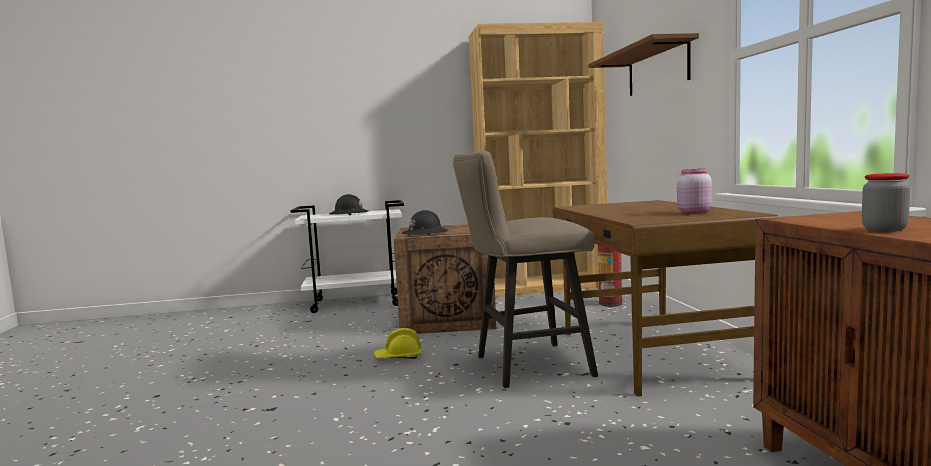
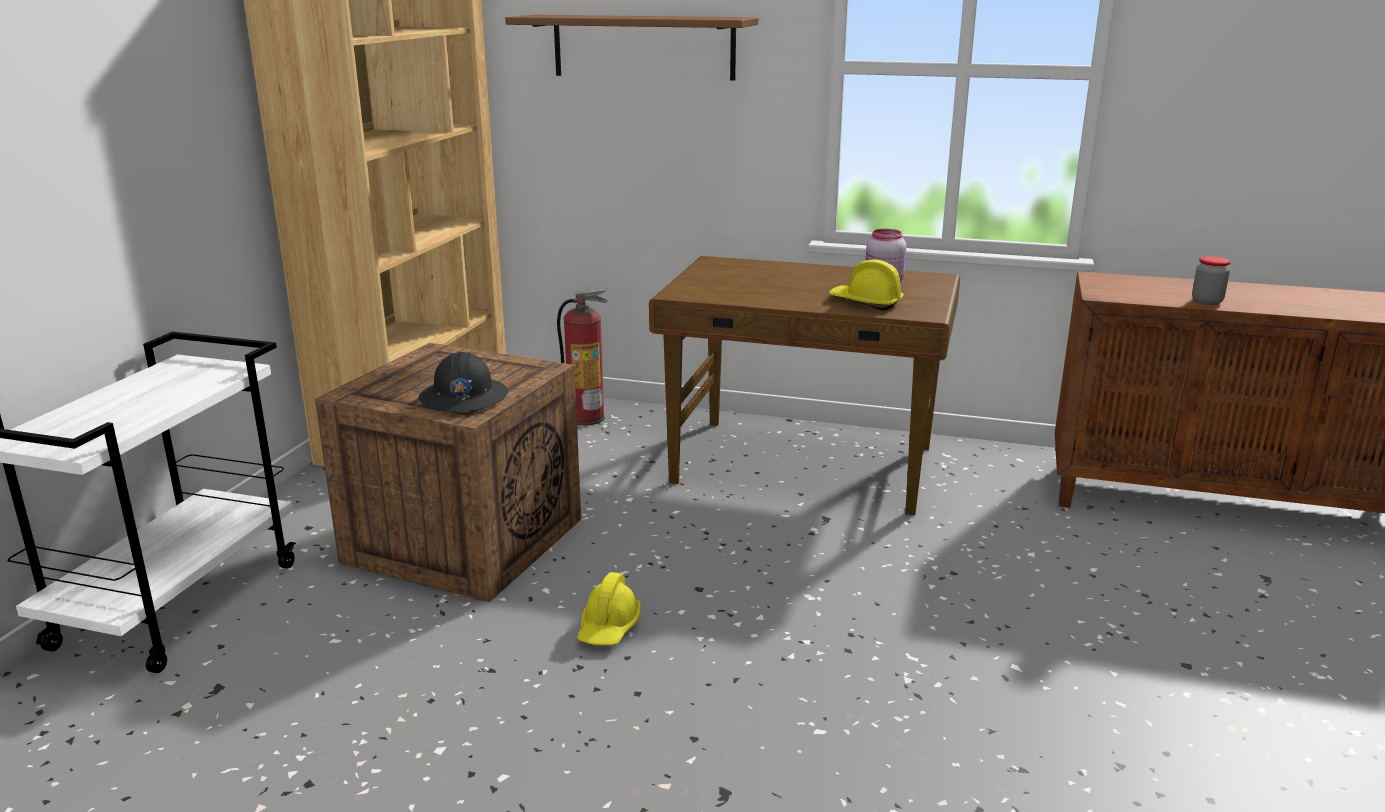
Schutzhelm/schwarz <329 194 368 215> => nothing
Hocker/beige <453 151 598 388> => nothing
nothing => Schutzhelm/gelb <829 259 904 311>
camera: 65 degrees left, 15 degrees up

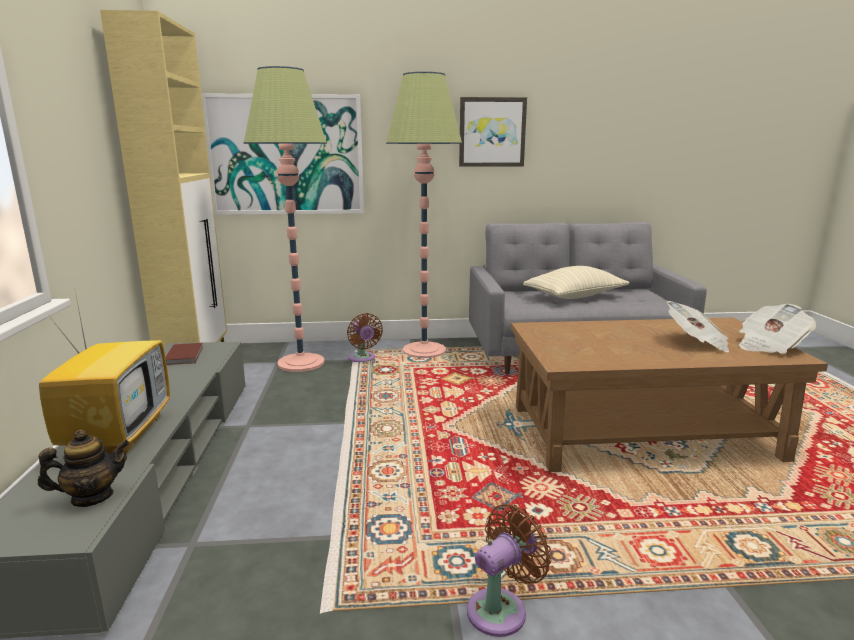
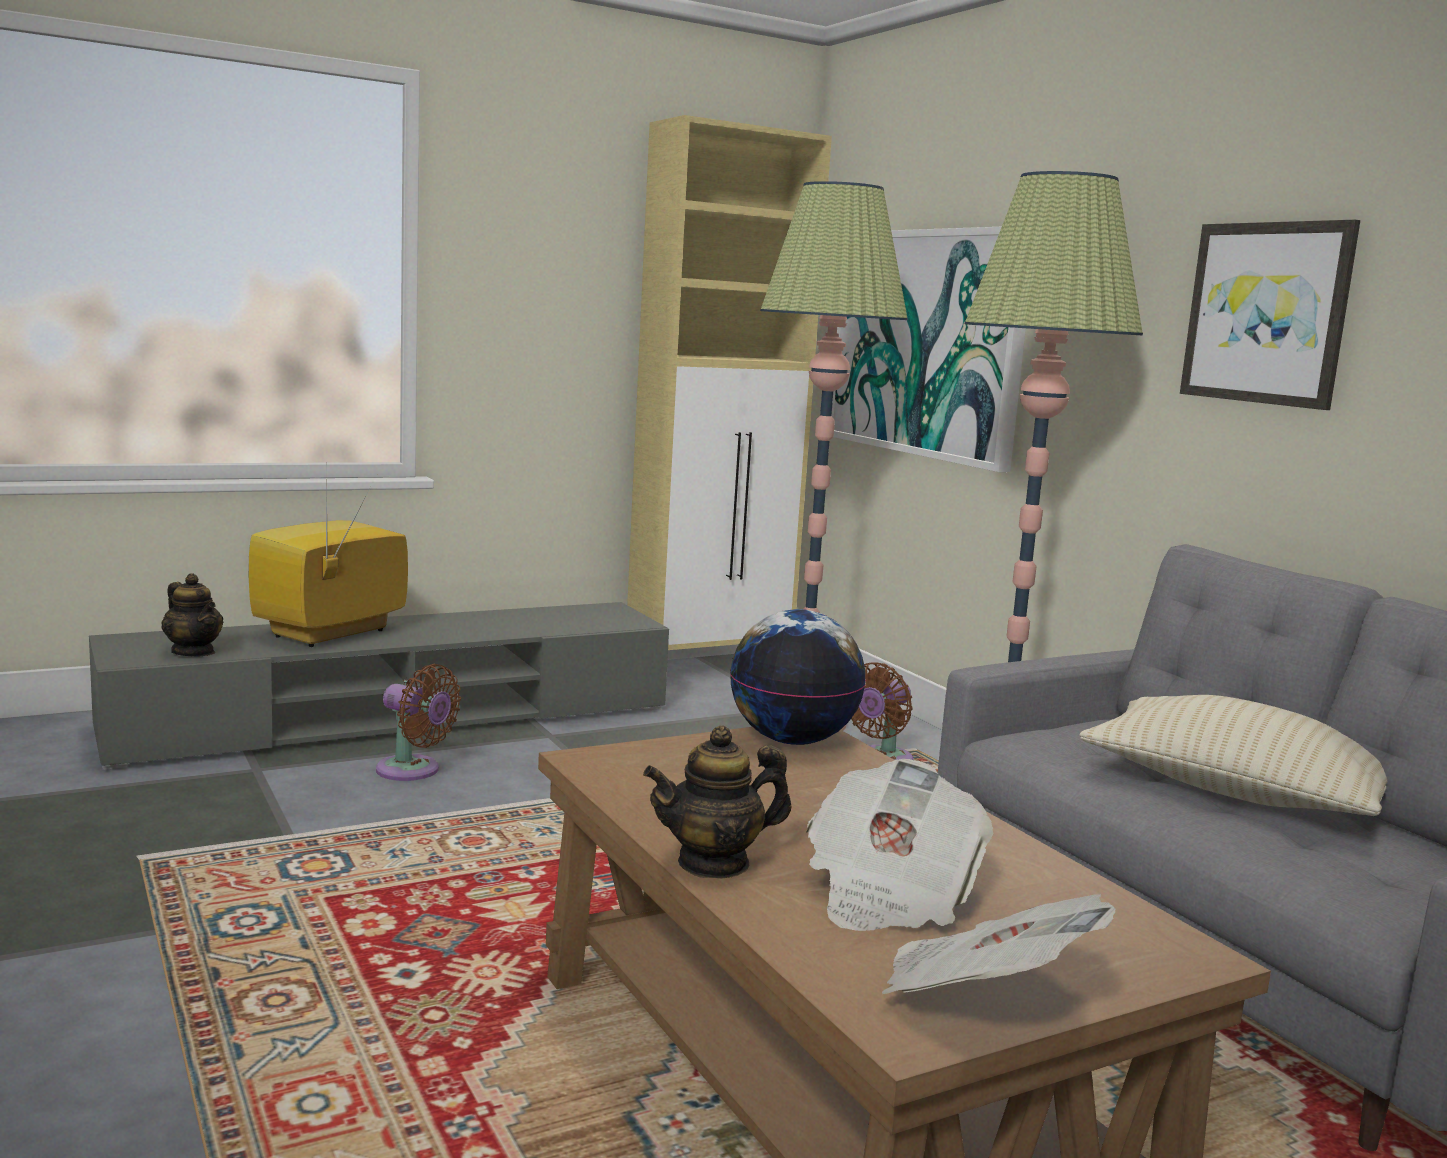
Buch/braun <165 343 204 365> => nothing
nothing => Teekanne <643 726 791 879>
nothing => Globus <730 609 866 745>
Ventilator/braun <467 504 552 637> => Ventilator/braun <376 664 461 781>, relocated
Fernseher <39 286 170 454> => Fernseher <249 471 408 647>, 150 degrees clockwise
camera: 65 degrees right, 5 degrees down

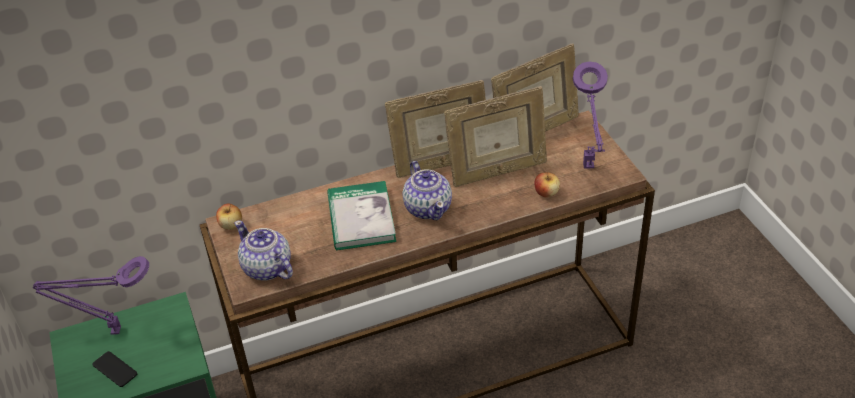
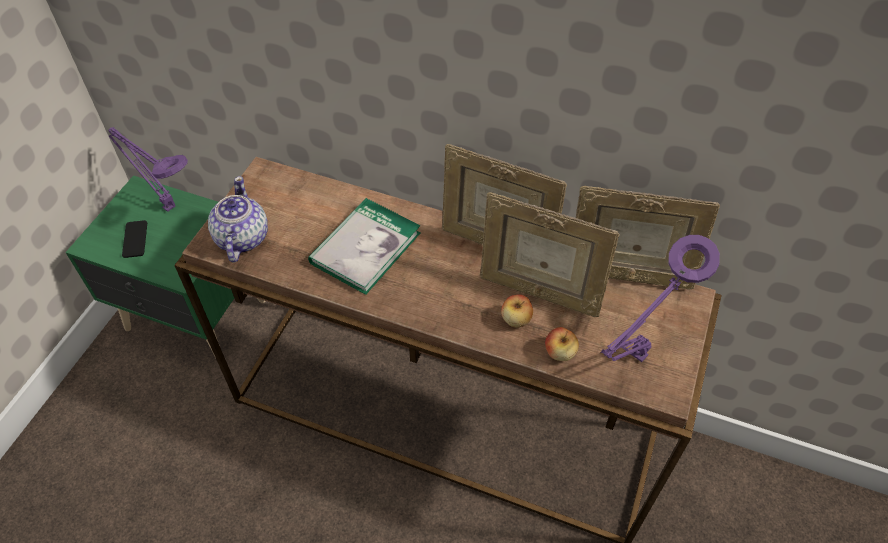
Teekanne <403 161 452 220> => nothing
Apfel <216 204 242 230> => Apfel <501 294 533 328>, relocated
camera: 40 degrees right, 10 degrees up

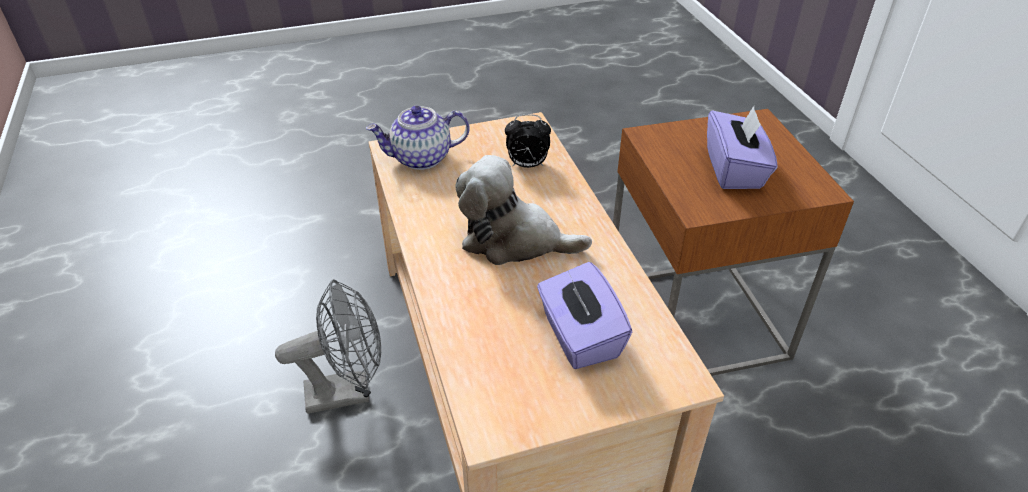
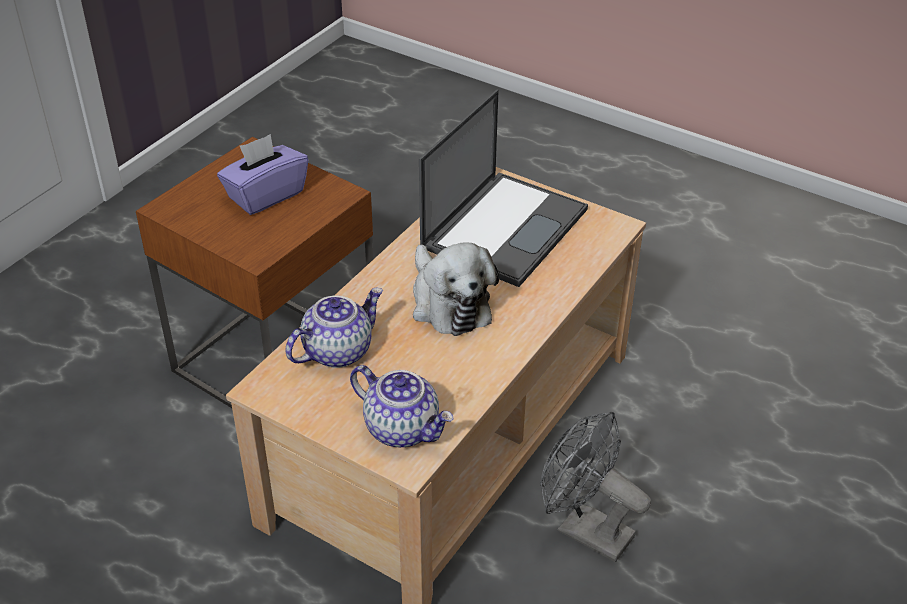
Wecker <505 114 551 168> => Teekanne <285 288 383 368>
Taschentuchbox/lila <537 262 632 369> => Laptop <419 89 588 287>
camera: 130 degrees left, 0 degrees up

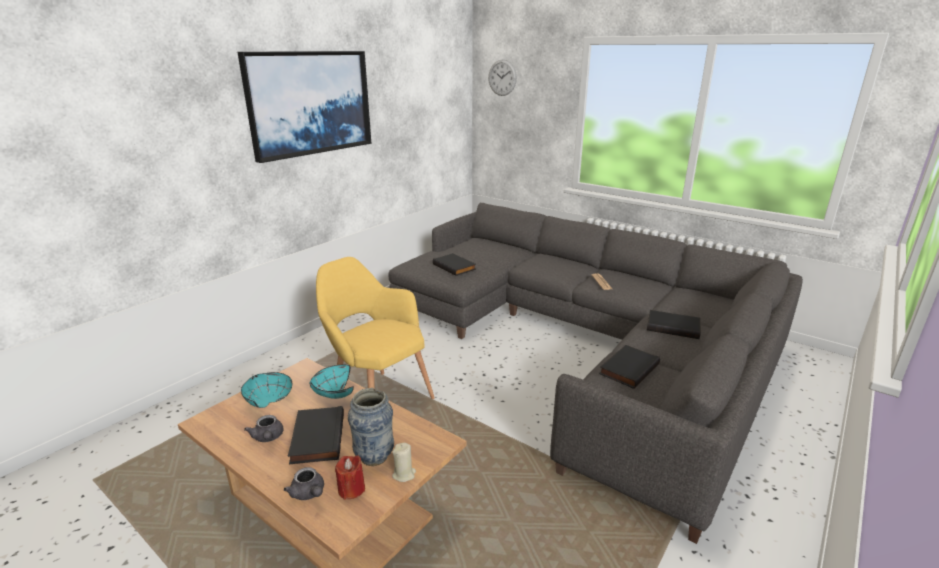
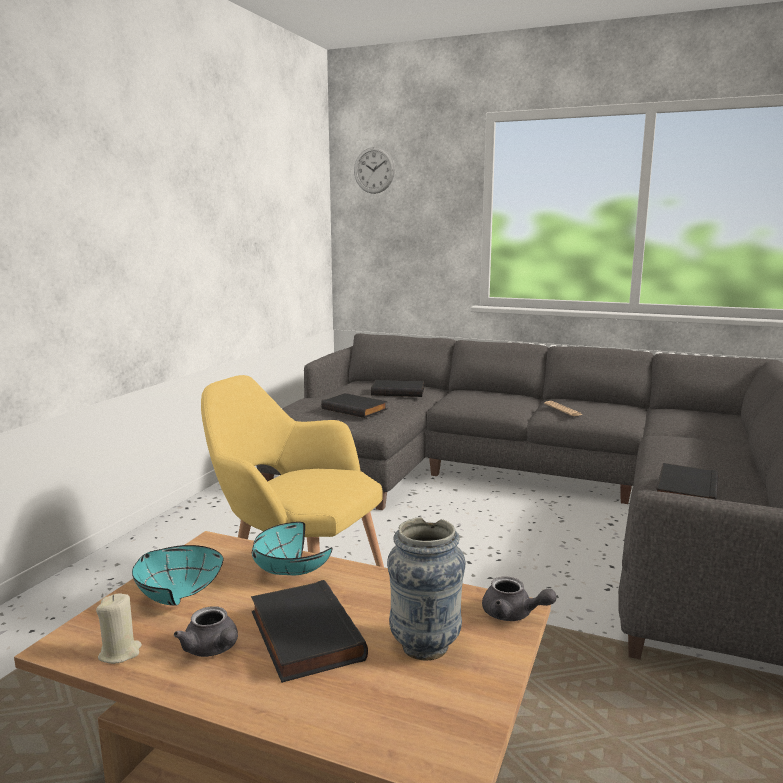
Bild <238 51 371 163> => nothing
Kerze/rot <335 455 365 500> => nothing
Teekanne/grau <284 467 324 500> => Teekanne/grau <482 577 557 621>, relocated
Kerze/beige <392 443 416 482> => Kerze/beige <96 593 142 664>, relocated
Buch/schwarz <647 310 701 339> => Buch/schwarz <371 380 424 397>, relocated
camera: 15 degrees left, 10 degrees down

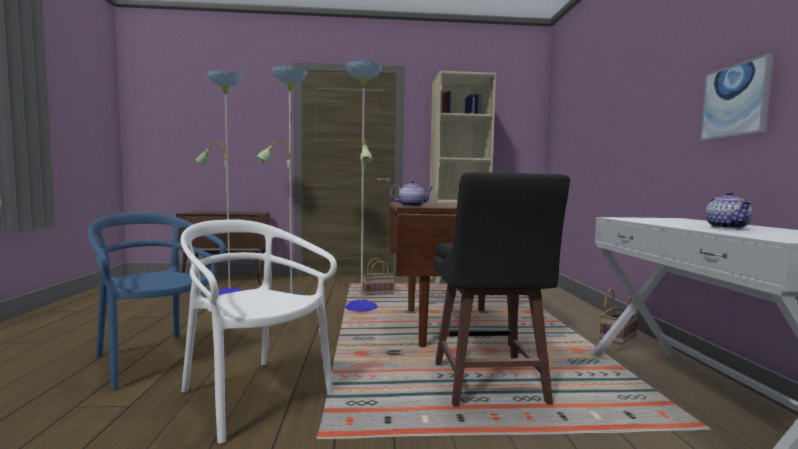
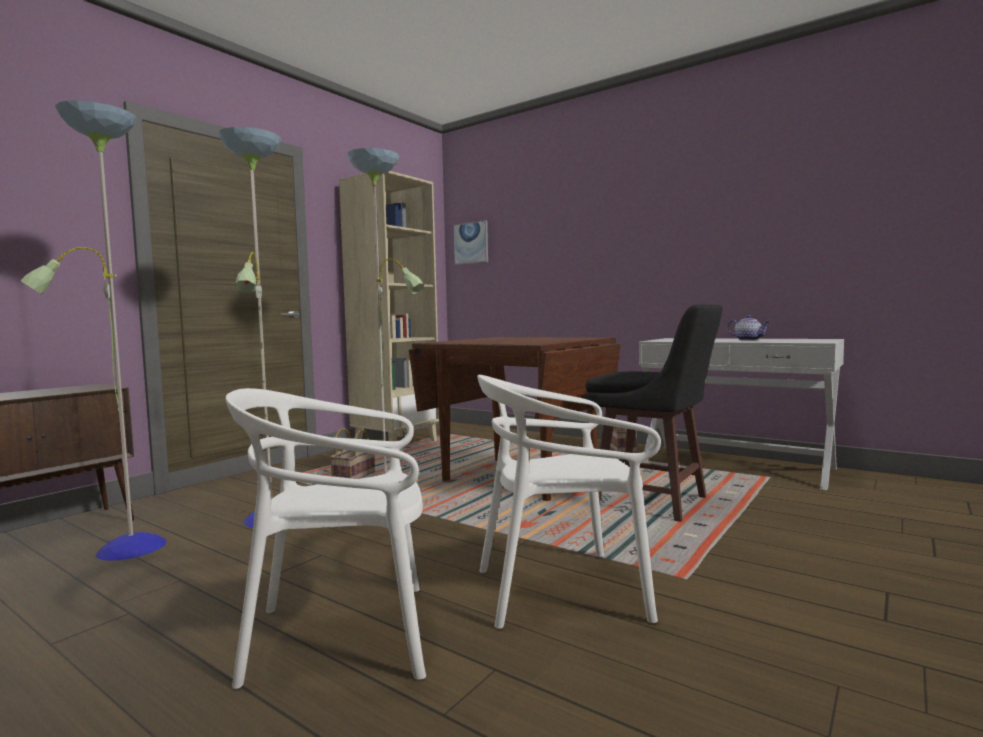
Teekanne <390 180 433 207> => nothing
Bild <700 53 774 141> => Bild <454 220 488 265>, relocated
Stuhl/blau <88 212 226 390> => Stuhl/weiß <226 388 426 689>
camera: 50 degrees left, 0 degrees up

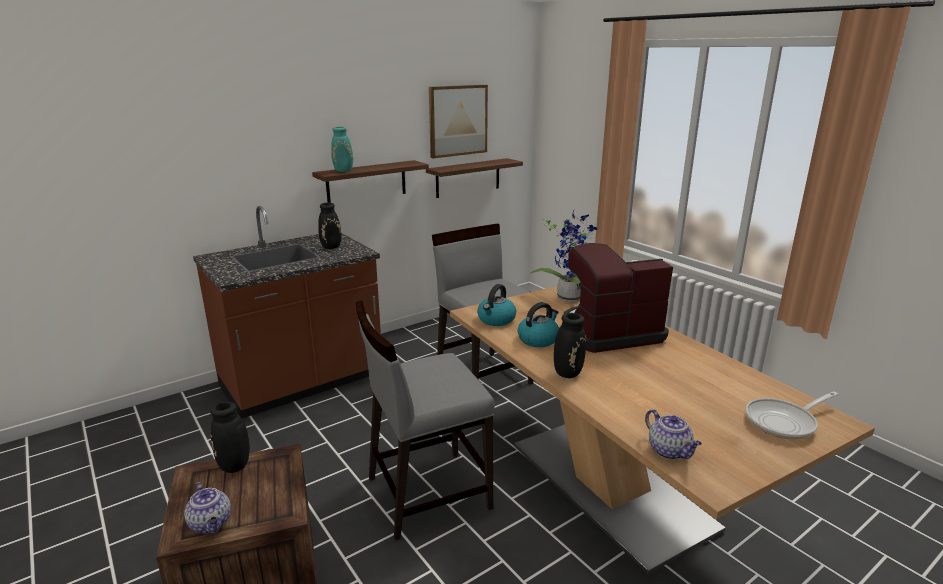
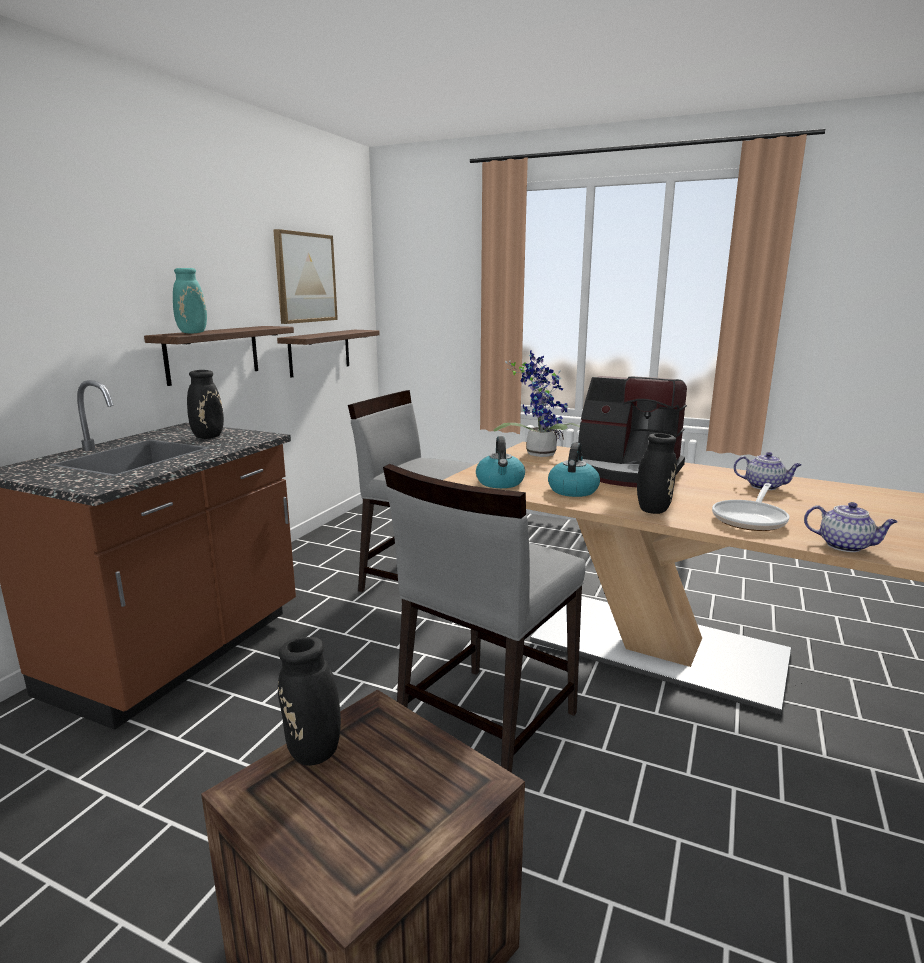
Teekanne <184 482 231 534> => Teekanne <734 452 801 490>, relocated
Pfanne <746 392 839 439> => Pfanne <712 483 789 531>, relocated
Kaffeemaschine <564 243 673 353> => Kaffeemaschine <578 376 687 487>, 105 degrees counterclockwise
camera: 30 degrees left, 5 degrees down

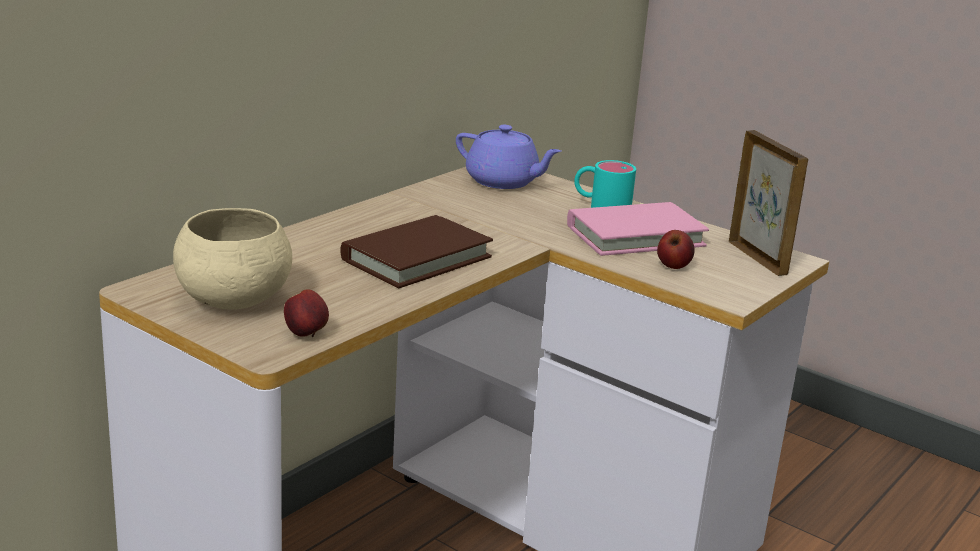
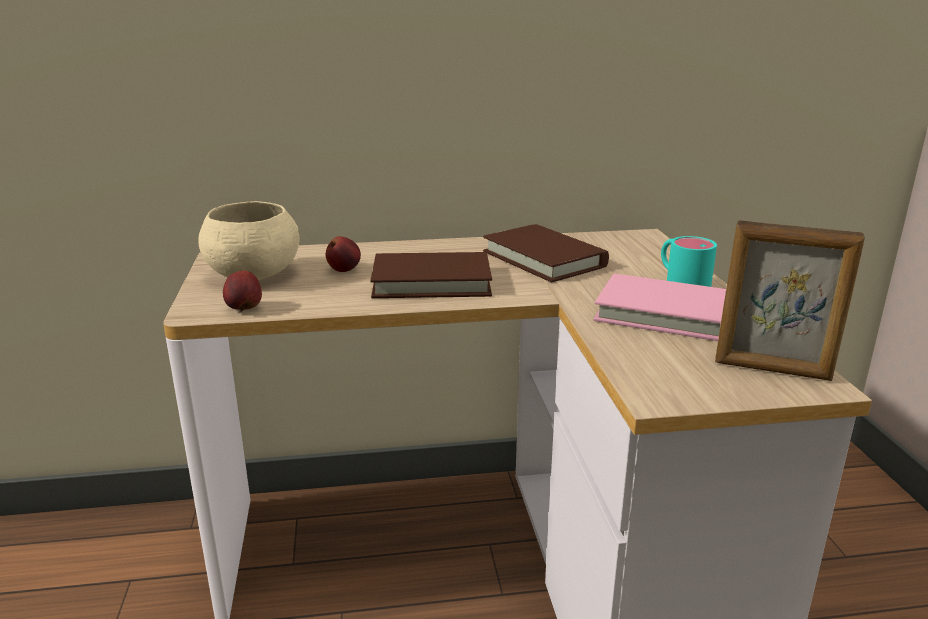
Teekanne/lila <456 125 561 189> => nothing
nothing => Buch/braun <483 224 609 282>
Apfel <657 230 695 269> => Apfel <326 236 361 272>, relocated
Bilderrahmen <729 130 808 276> => Bilderrahmen <715 220 865 381>, 90 degrees clockwise
camera: 45 degrees right, 0 degrees up

